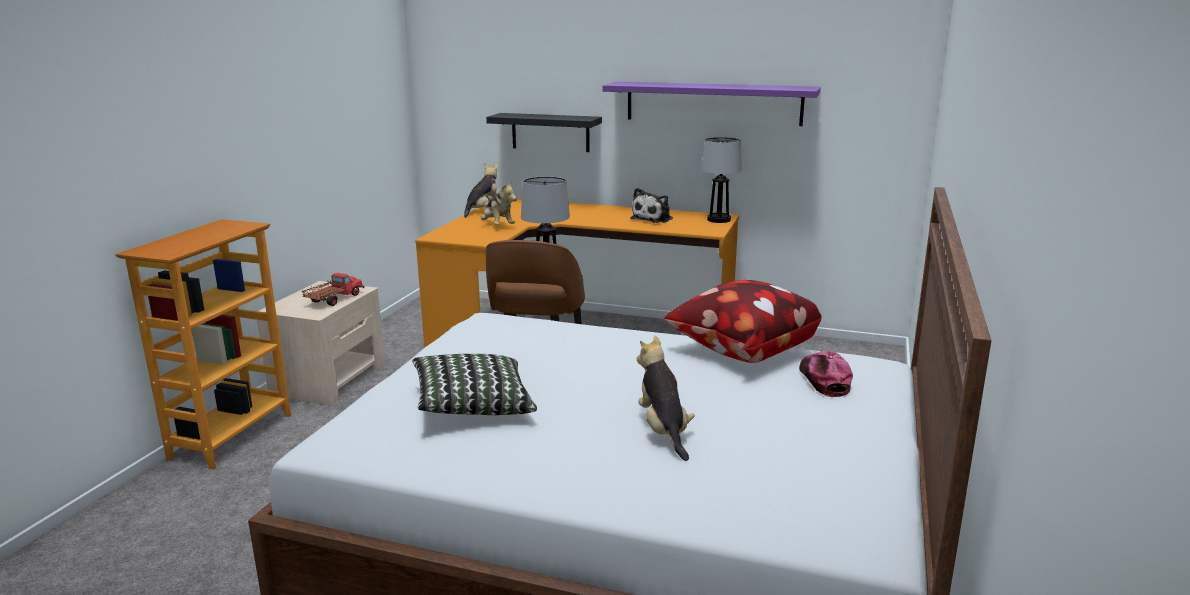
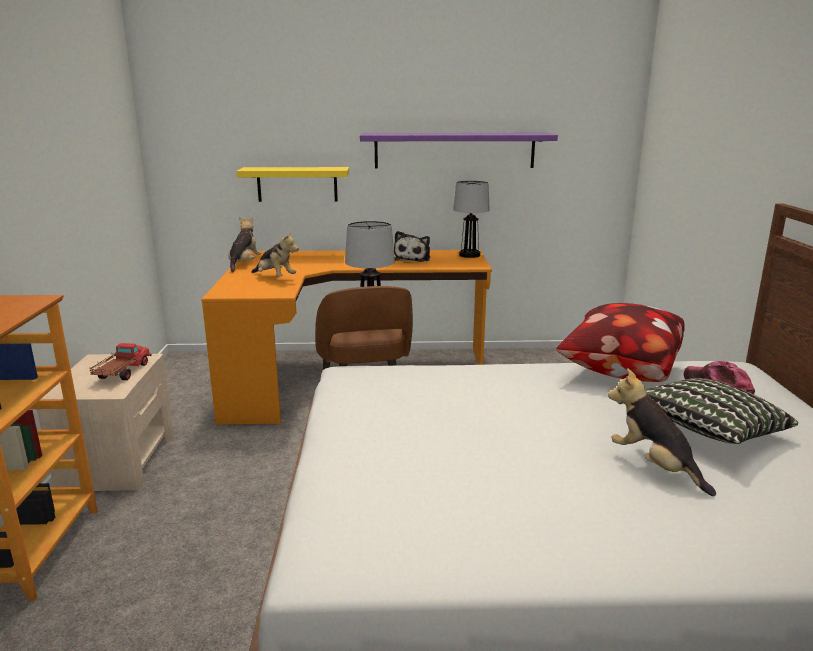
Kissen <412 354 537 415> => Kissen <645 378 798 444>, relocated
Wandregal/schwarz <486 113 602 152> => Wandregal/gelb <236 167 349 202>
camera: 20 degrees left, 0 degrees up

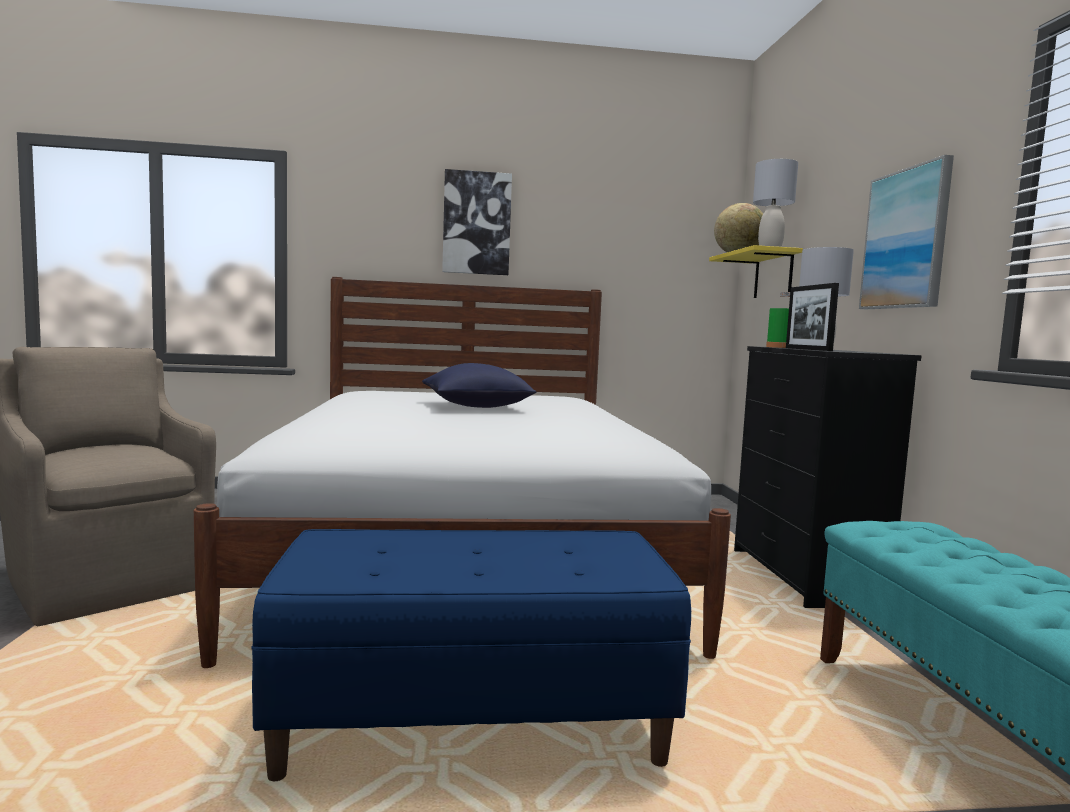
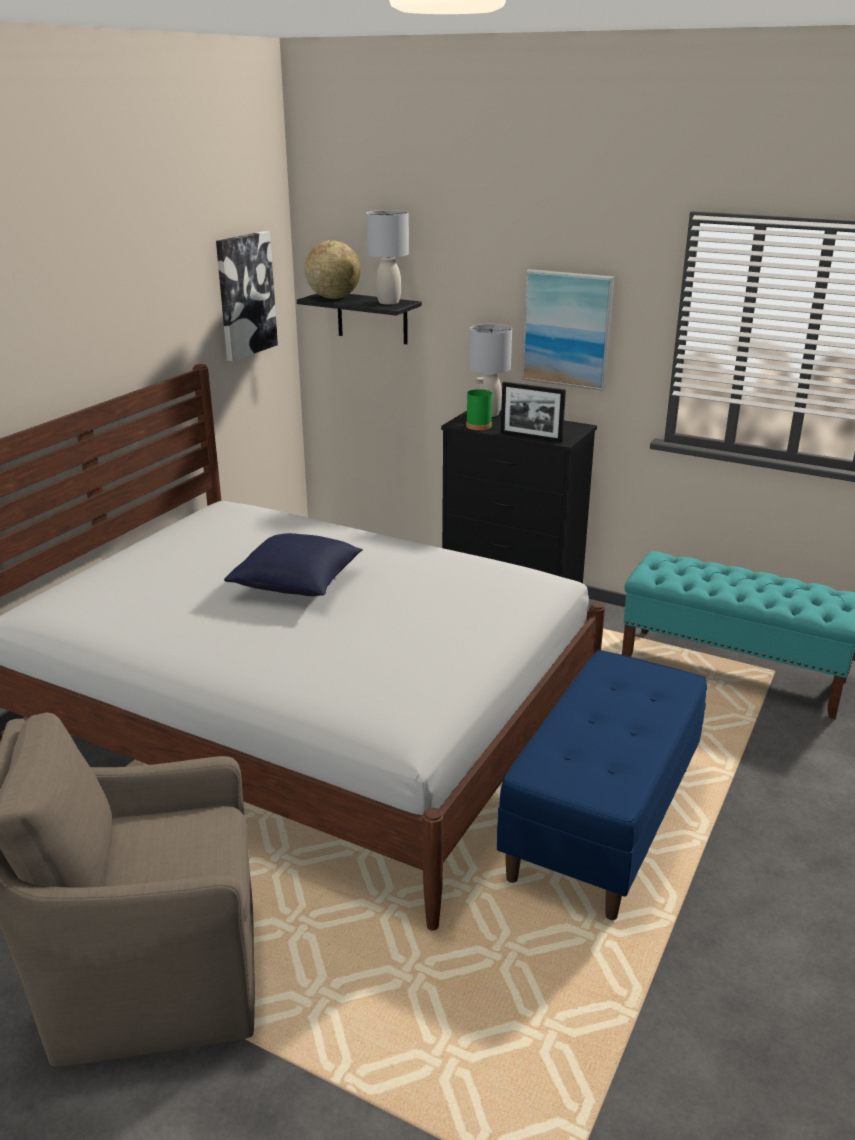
Bild <442 169 512 275> => Bild <216 231 278 361>, relocated
Wandregal/gelb <709 245 803 298> => Wandregal/schwarz <297 294 422 344>
camera: 55 degrees left, 20 degrees up

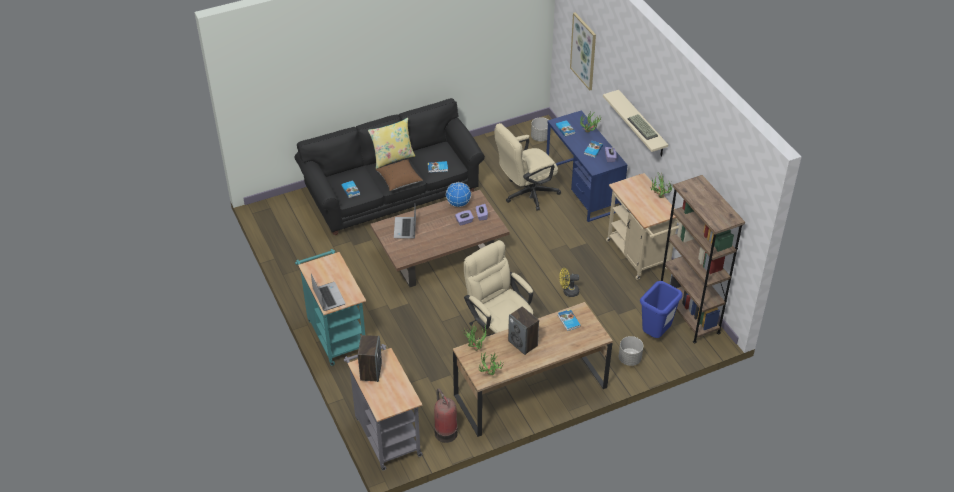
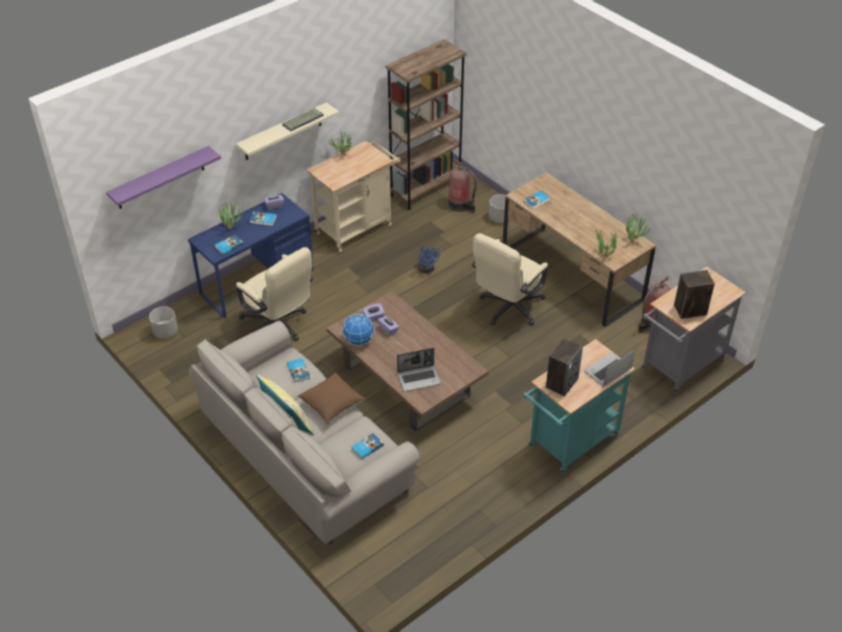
Lautsprecher <508 306 539 355> => Lautsprecher <546 338 583 397>, relocated
Bild <570 12 596 91> => Wandregal/lila <106 146 221 209>
Mülleimer/blau <640 281 682 338> => Feuerlöscher <449 159 477 213>
Sofa/schwarz <295 98 485 235> => Sofa/beige <189 321 421 544>
Ventilator/gelb <559 268 579 297> => Ventilator/blau <417 245 440 273>
camera: 105 degrees left, 0 degrees up

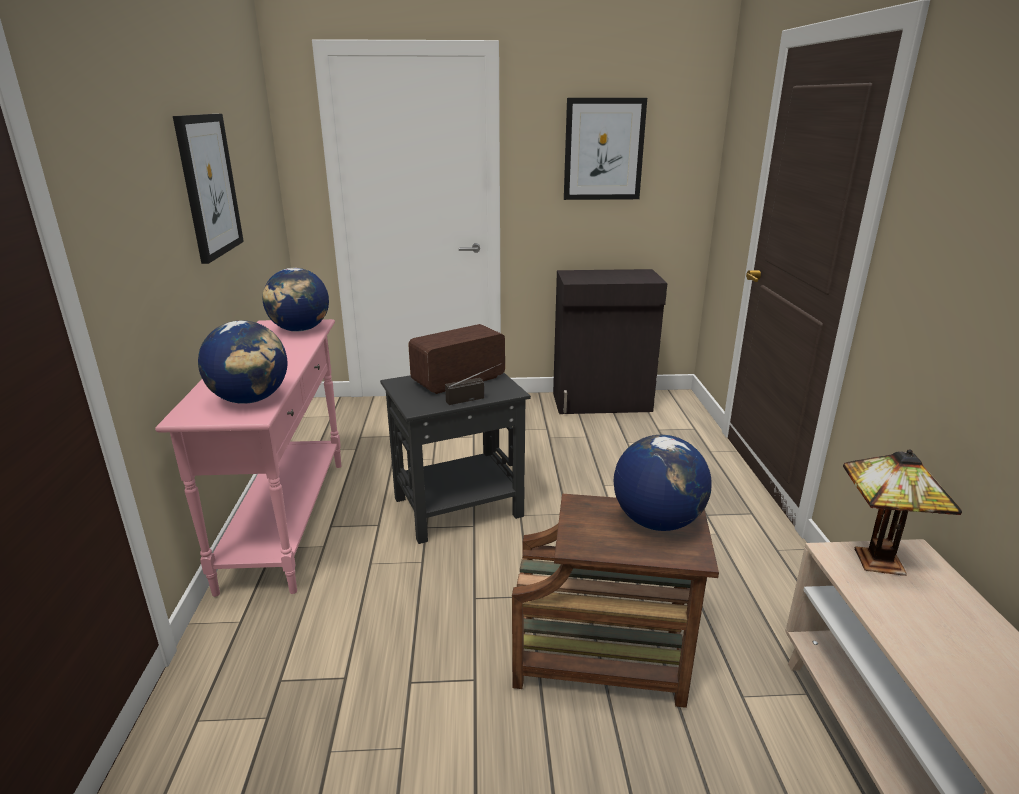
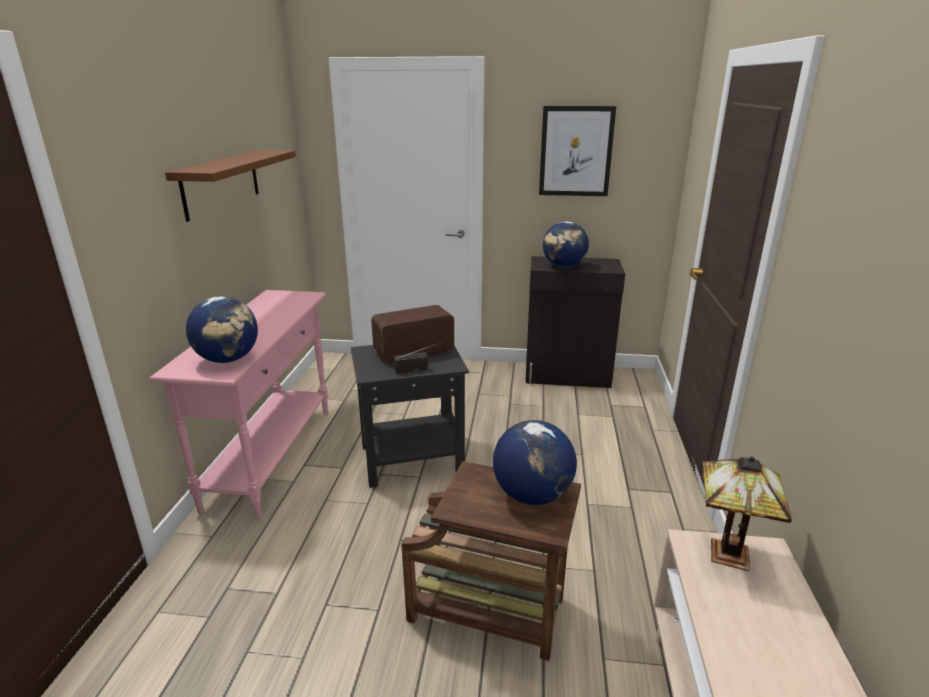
Globus <263 268 329 332> => Globus <543 221 589 267>, relocated
Bild <173 114 244 264> => Wandregal/braun <165 150 296 222>
camera: 10 degrees right, 0 degrees up

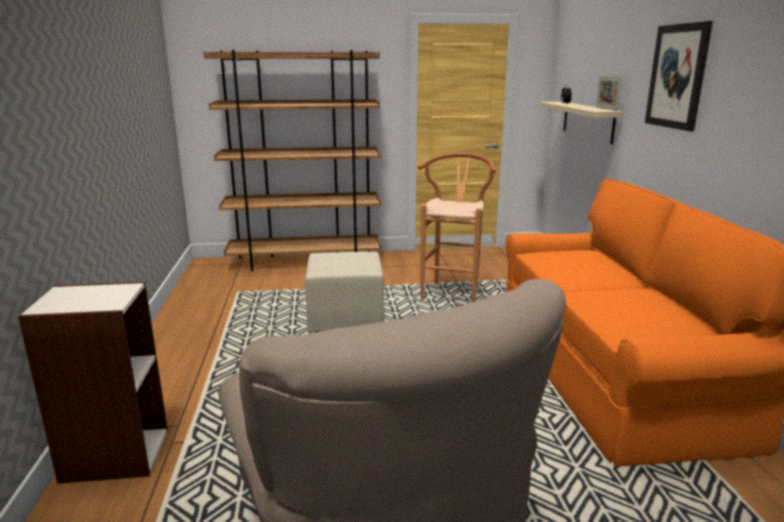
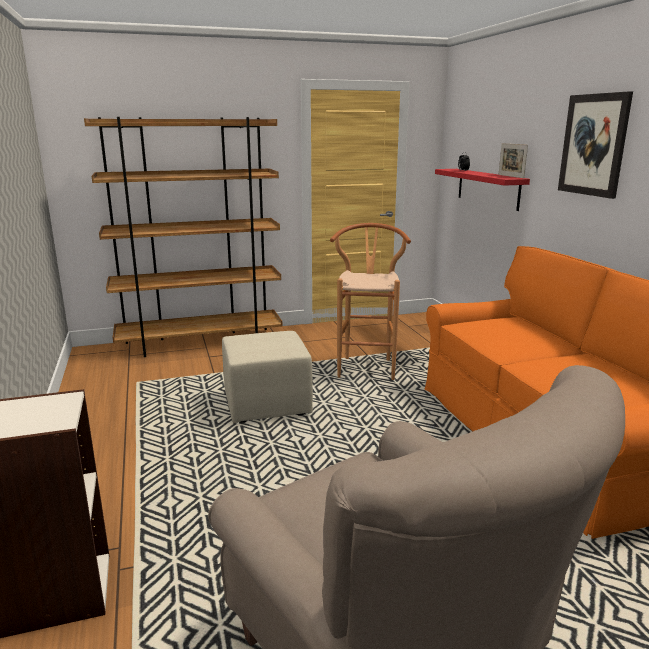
Wandregal/beige <540 102 623 144> => Wandregal/rot <435 169 530 211>
camera: 10 degrees left, 0 degrees up

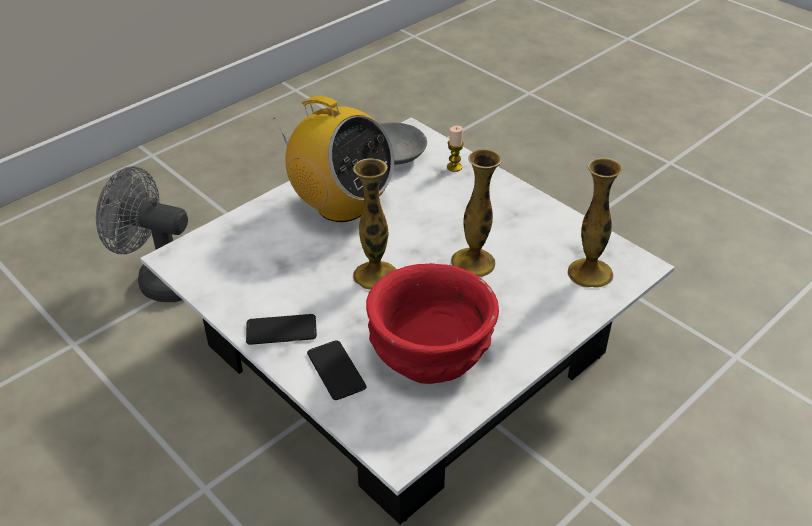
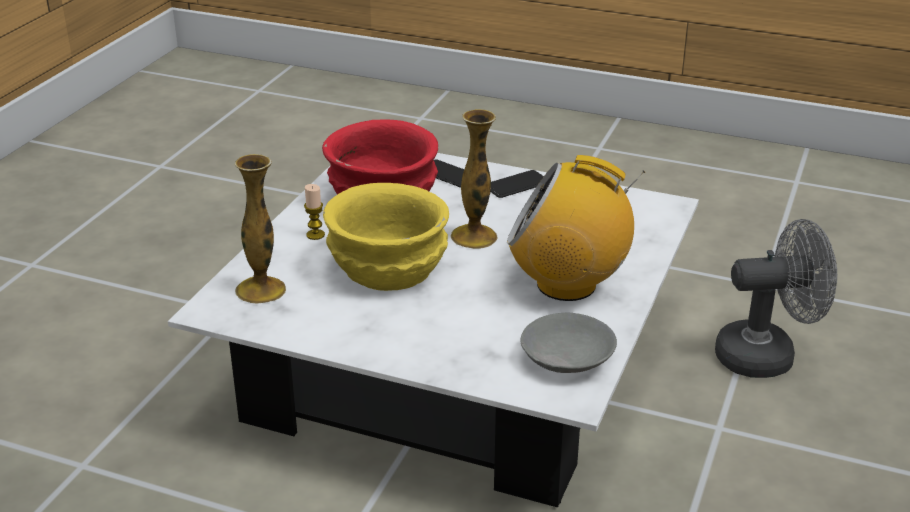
Kerze <447 126 464 172> => Kerze <304 184 325 240>, relocated
Vase <451 149 502 277> => Schüssel/gelb <323 183 449 291>
camera: 155 degrees right, 10 degrees down

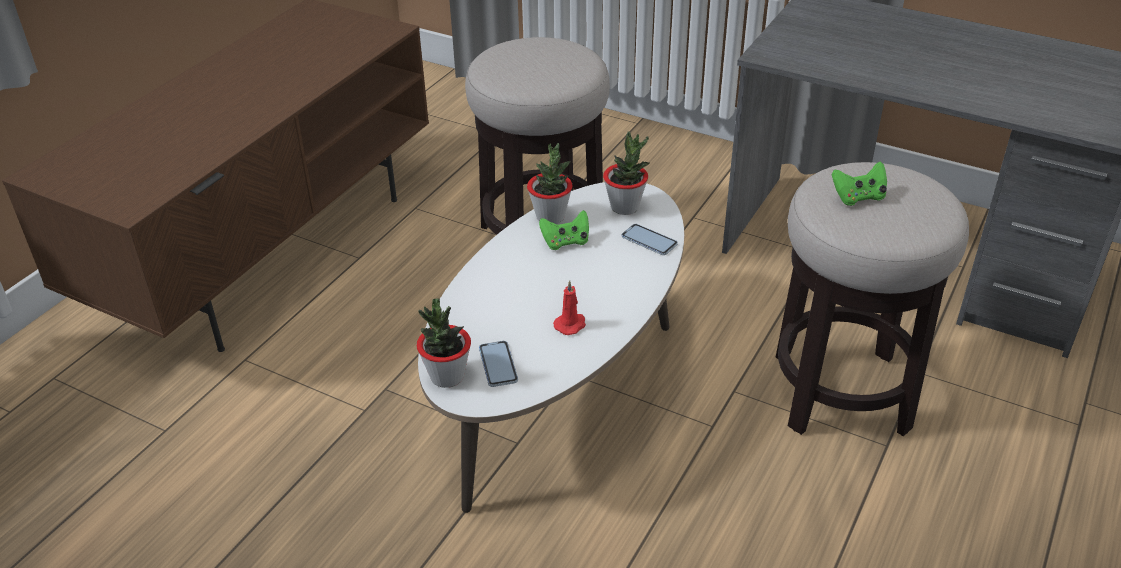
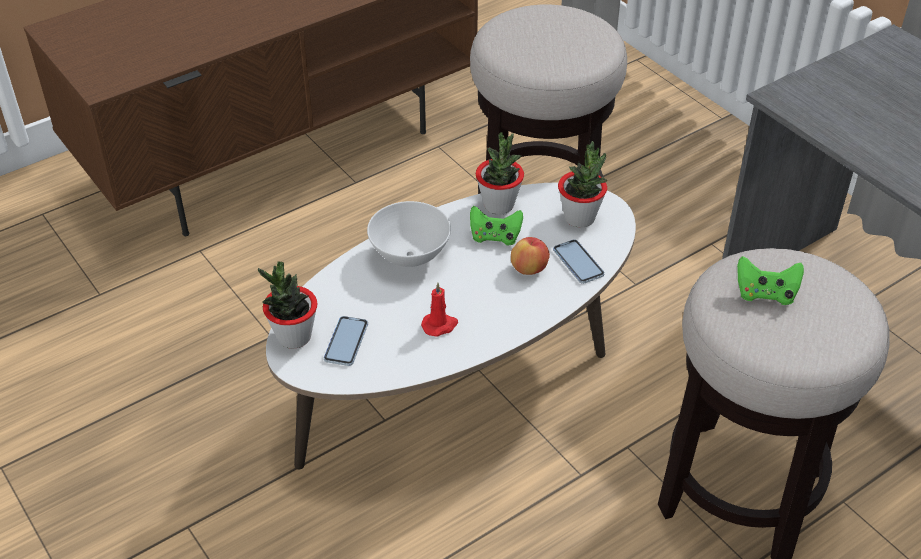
nothing => Schüssel/weiß <367 201 451 267>
nothing => Apfel <511 237 550 275>
camera: 25 degrees right, 5 degrees up

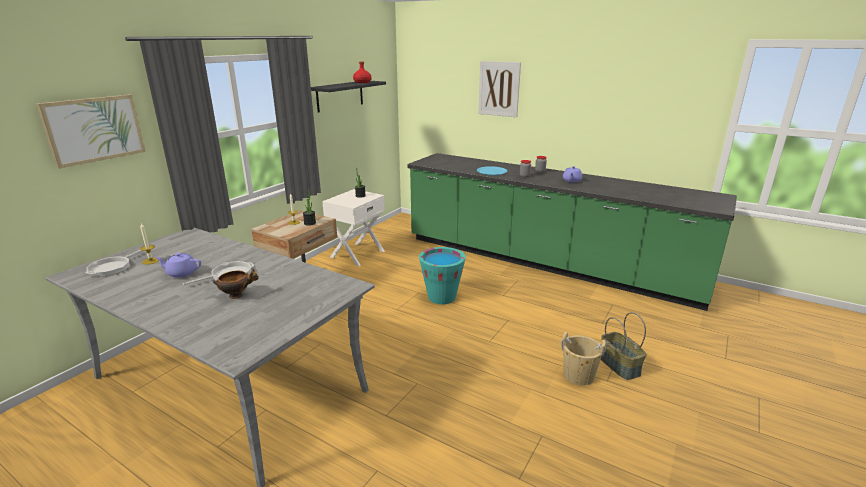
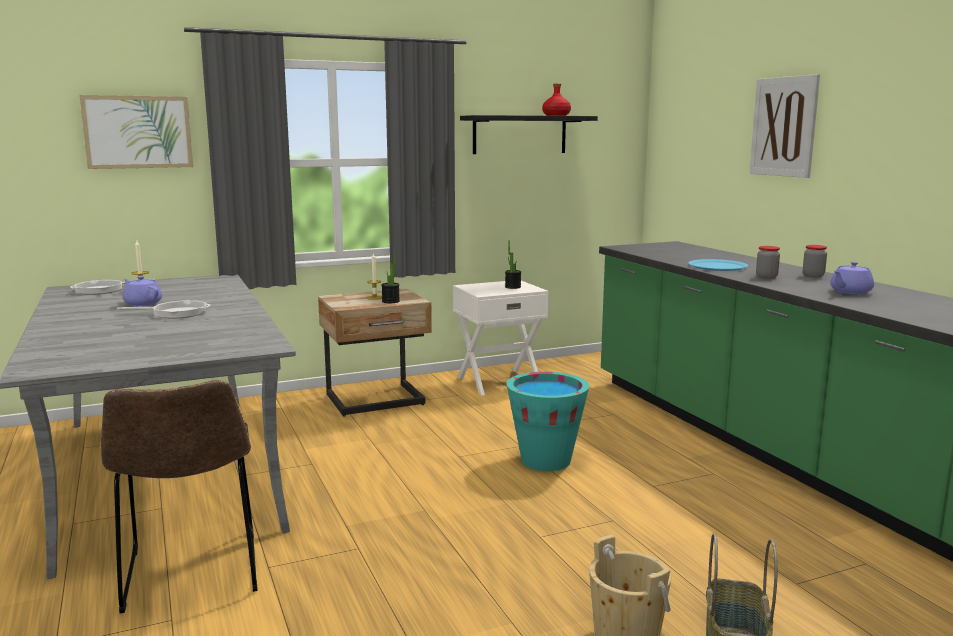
Schüssel <213 269 259 299> => nothing
nothing => Stuhl/braun <101 380 258 613>
camera: 35 degrees right, 10 degrees down

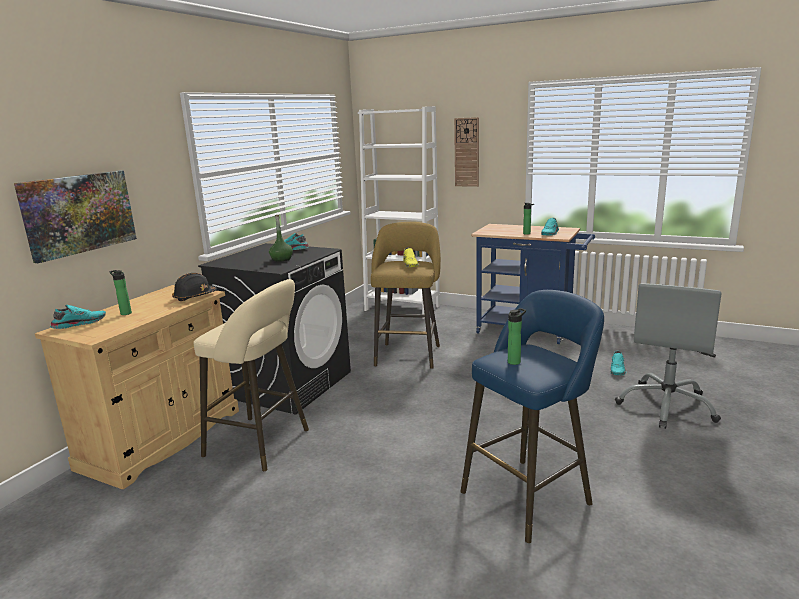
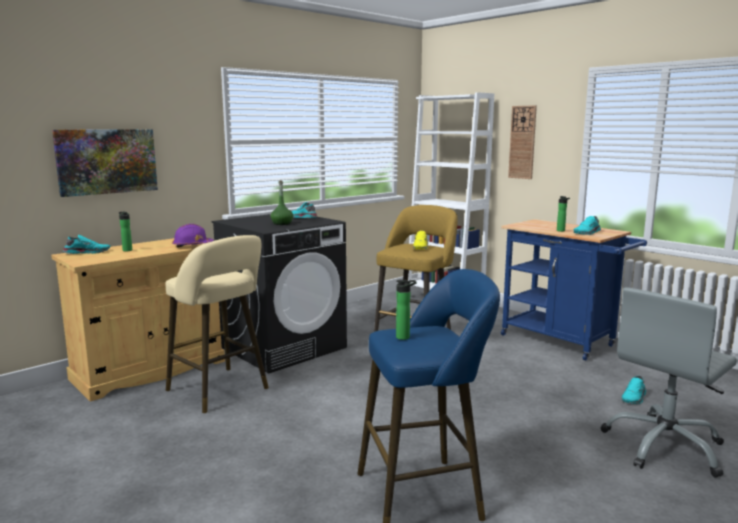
Schutzhelm/schwarz <172 273 217 301> => Schutzhelm/lila <172 224 214 247>
camera: 20 degrees right, 5 degrees down

